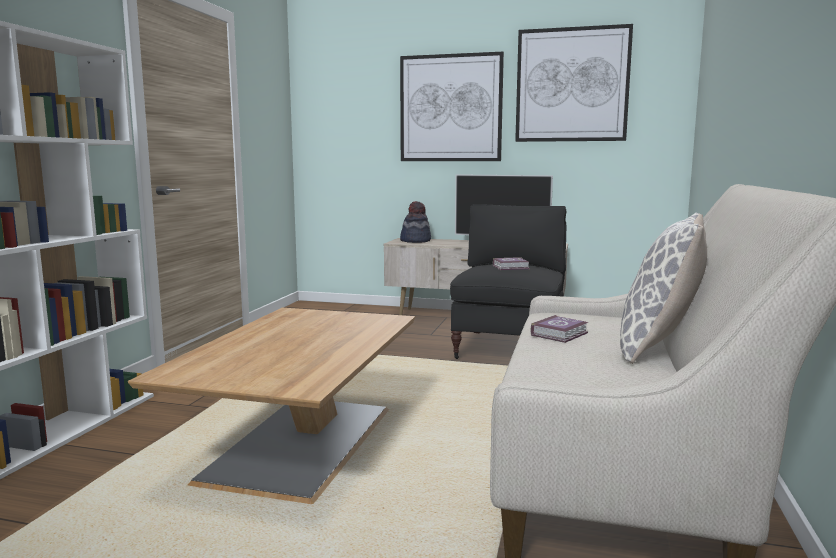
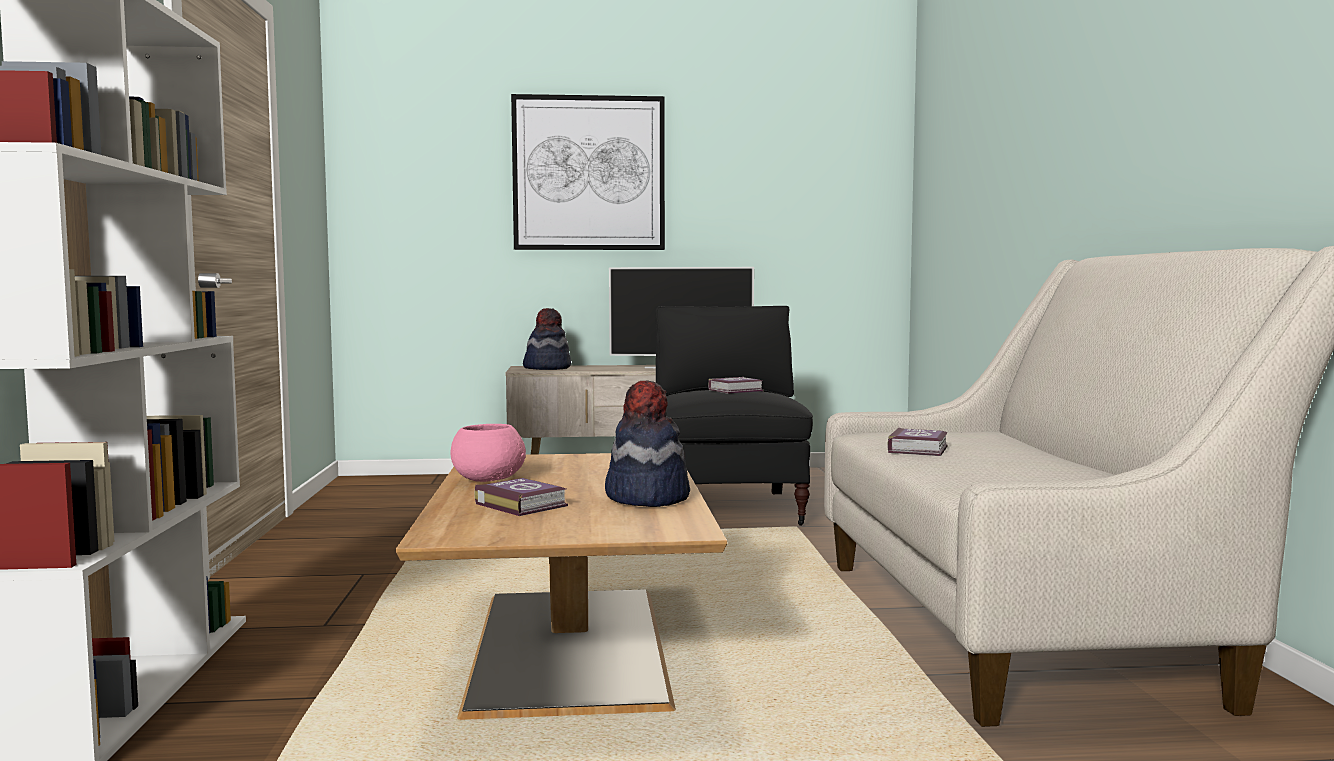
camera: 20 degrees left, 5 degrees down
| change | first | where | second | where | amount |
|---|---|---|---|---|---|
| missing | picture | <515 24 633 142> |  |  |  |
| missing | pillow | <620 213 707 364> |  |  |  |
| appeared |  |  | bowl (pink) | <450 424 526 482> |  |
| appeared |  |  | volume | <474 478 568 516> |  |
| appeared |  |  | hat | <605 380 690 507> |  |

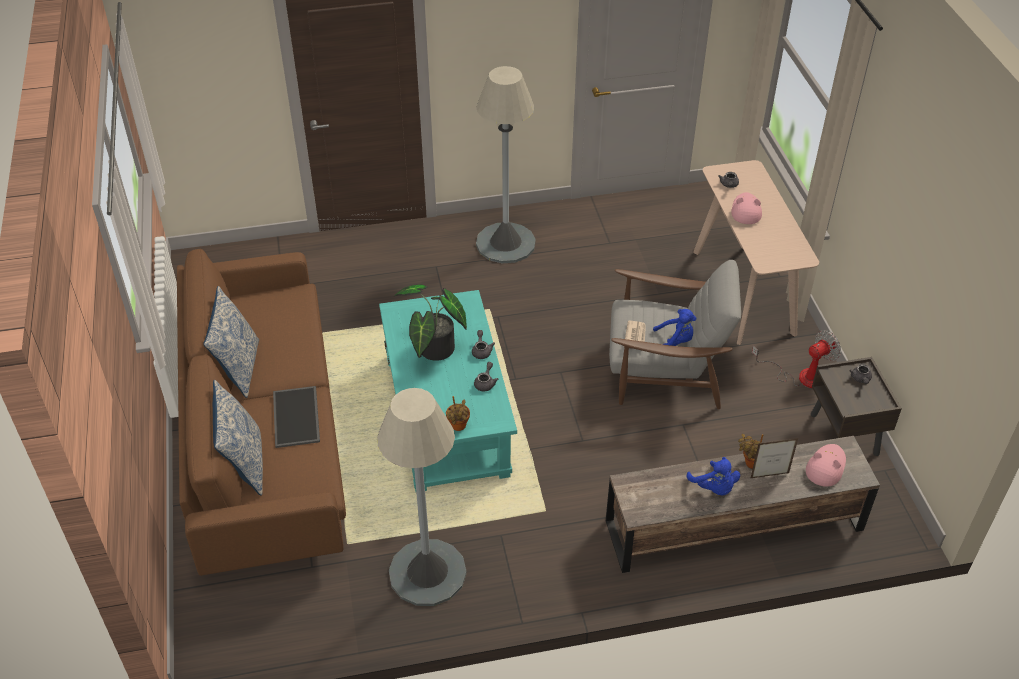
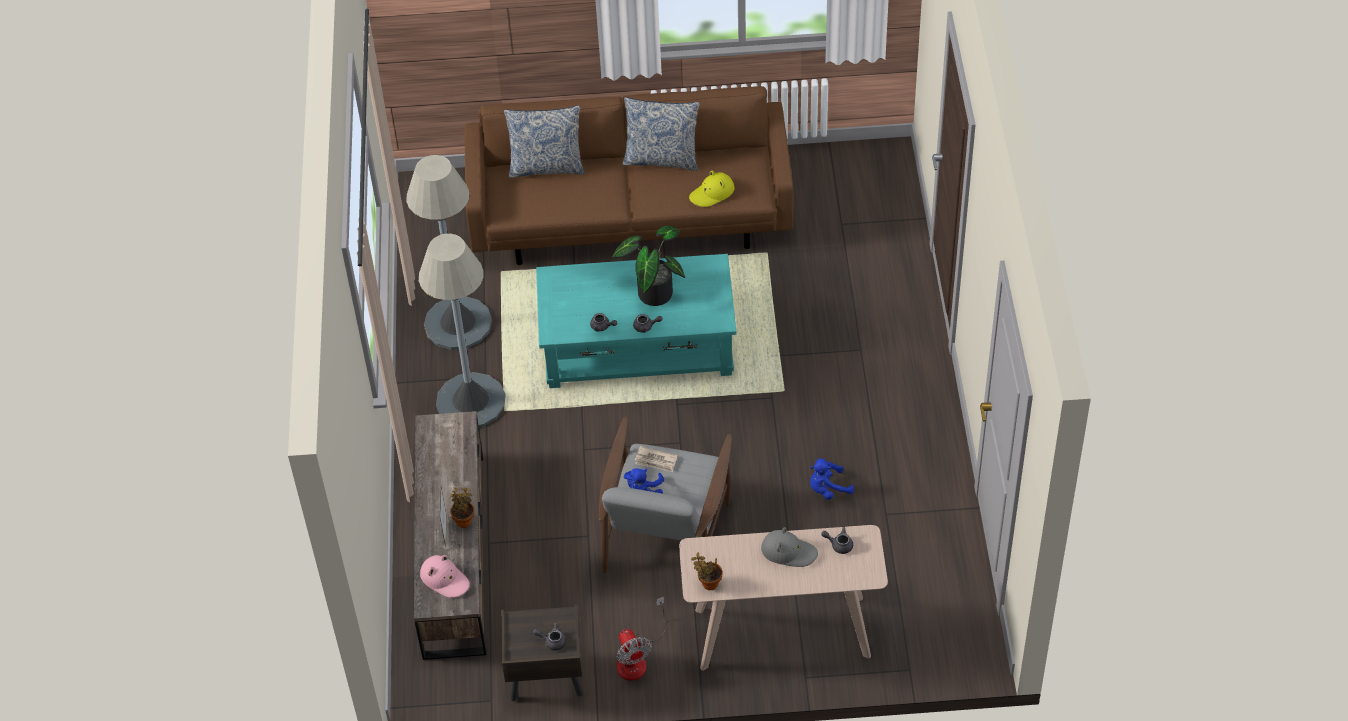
camera: 100 degrees right, 5 degrees up
| change | first | where | second | where | amount |
|---|---|---|---|---|---|
| missing | tray | <273 386 320 448> |  |  |  |
| relocated | houseplant | <446 396 470 431> |  | <691 553 723 590> |  |
| relocated | floor lamp (greyish) | <476 66 536 263> |  | <419 234 506 427> |  |
| relocated | plush toy (bluish) | <686 457 740 495> |  | <810 458 854 500> |  |
| colour | hat (pink) | <731 192 762 224> | hat (greyish) | <761 527 818 567> |  |
| appeared |  |  | hat (yellowish) | <689 170 735 207> |  |

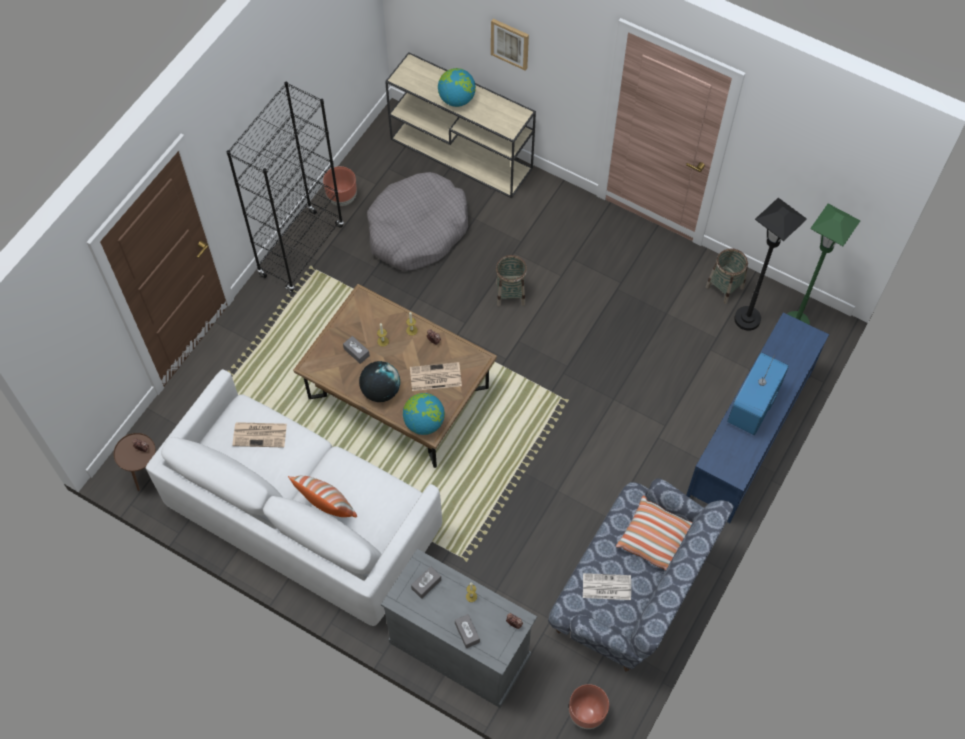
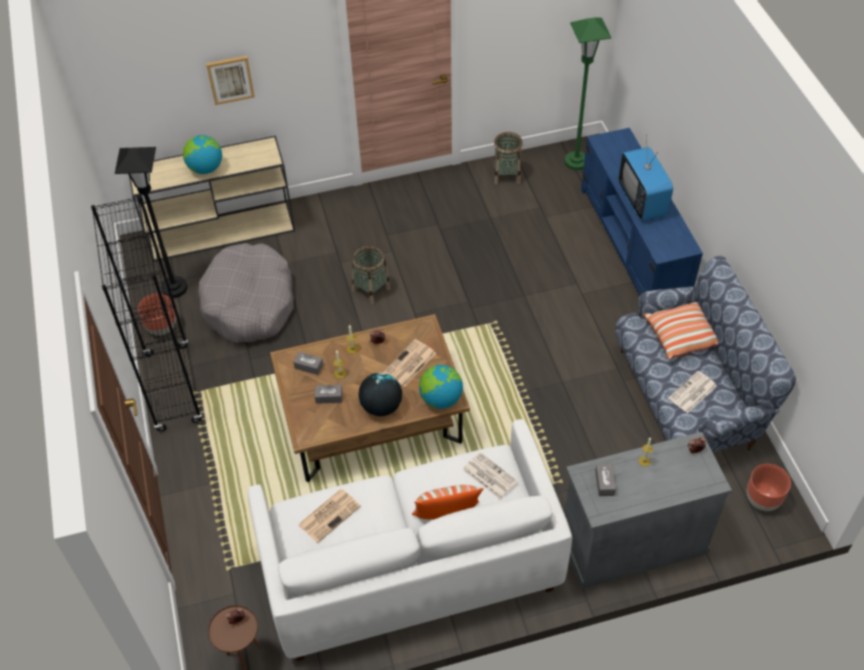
camera: 45 degrees left, 10 degrees down
| change | first | where | second | where | amount |
|---|---|---|---|---|---|
| relocated | tissue holder (greyish) | <455 614 480 649> |  | <293 352 323 375> |  |
| relocated | floor lamp (black-coloured) | <734 198 807 331> |  | <115 147 187 298> |  |
| appeared |  |  | newspaper | <463 452 518 499> |  |

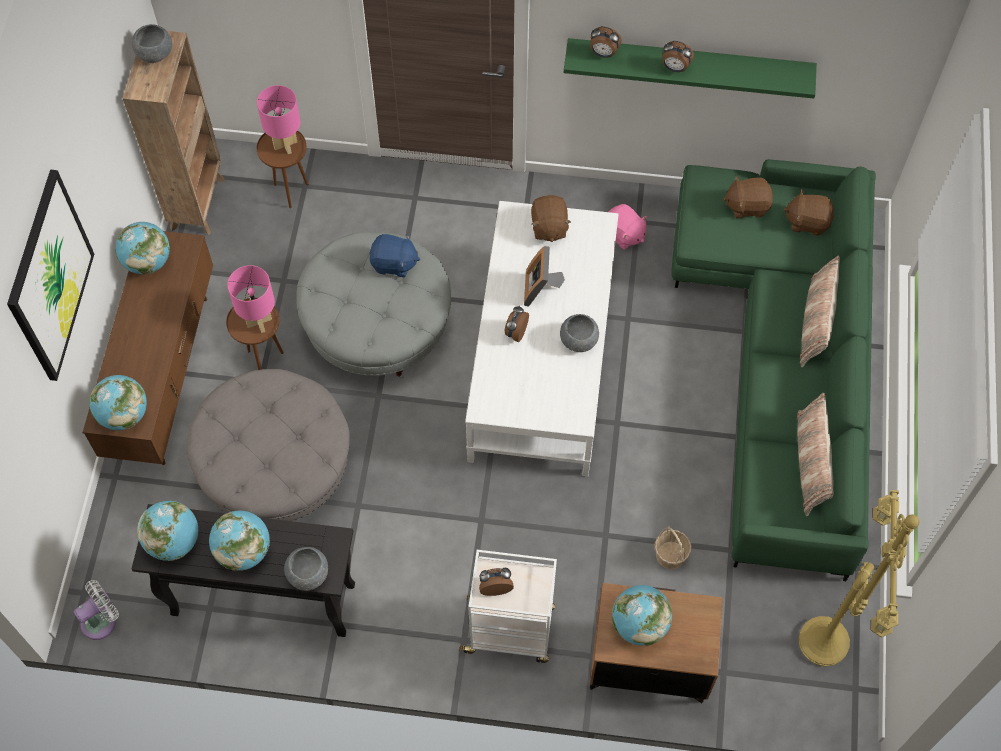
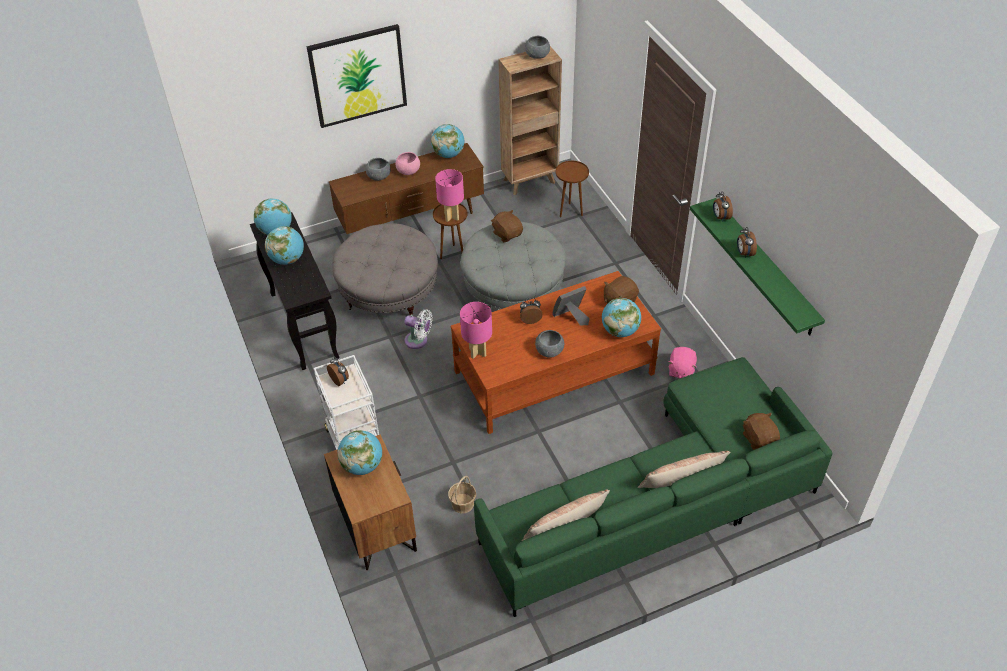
camera: 60 degrees right, 15 degrees down
| change | first | where | second | where | amount |
|---|---|---|---|---|---|
| relocated | fan (whitish) | <74 580 119 640> |  | <404 309 432 349> |  |
| relocated | desk globe | <89 375 147 430> |  | <602 298 641 337> |  |
| relocated | table lamp (pink) | <257 85 301 154> |  | <460 302 492 359> |  |
| relocated | bowl (greyish) | <284 547 328 590> |  | <366 158 391 181> |  |
| missing | plush toy (bluish) | <370 234 420 277> |  |  |  |
| colour | lounge table (whitish) | <465 201 618 476> | lounge table (brown-coloured) | <451 271 661 434> |  |
| relocated | plush toy (brown-coloured) | <723 176 773 218> |  | <491 210 523 243> |  |
| missing | floor lamp (yellowish) | <799 490 920 666> |  |  |  |
| appeared |  |  | bowl (pink) | <396 152 420 175> |  |

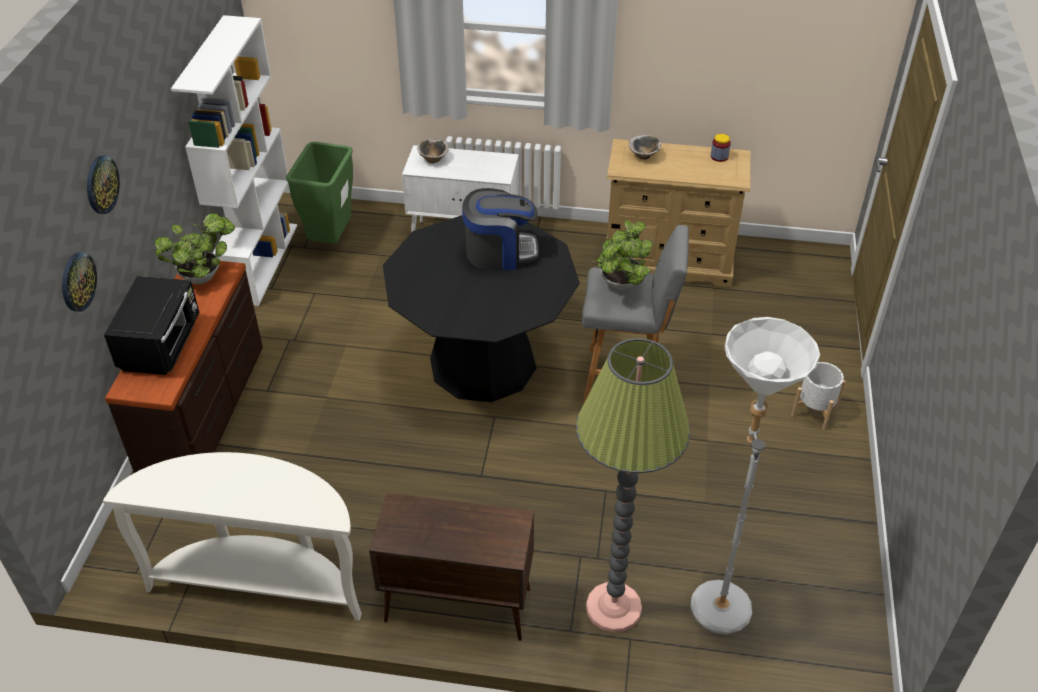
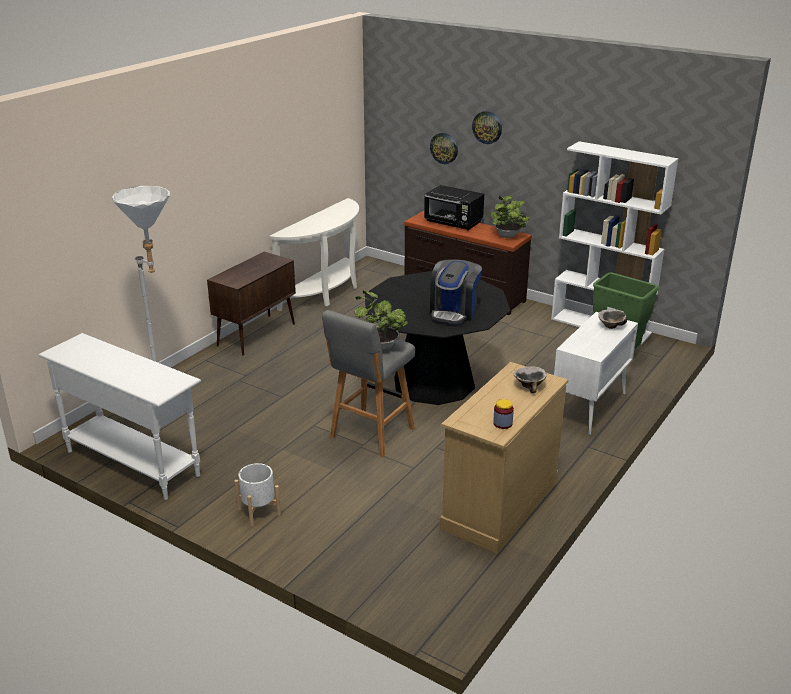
camera: 115 degrees right, 15 degrees down
| change | first | where | second | where | amount |
|---|---|---|---|---|---|
| missing | floor lamp | <576 338 691 633> |  |  |  |
| appeared |  |  | hall table (whitish) | <39 333 201 500> |  |

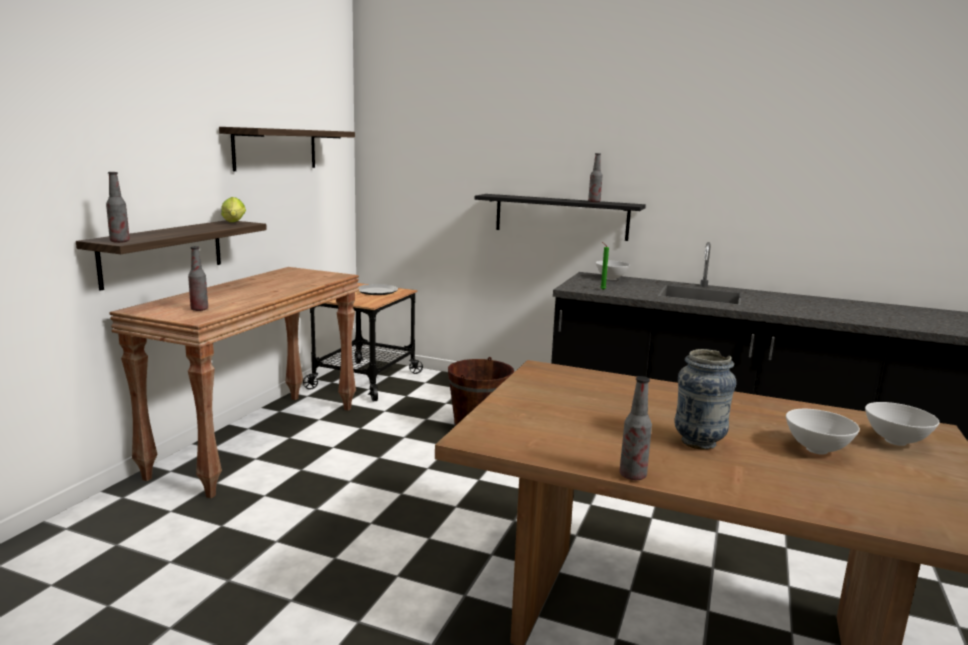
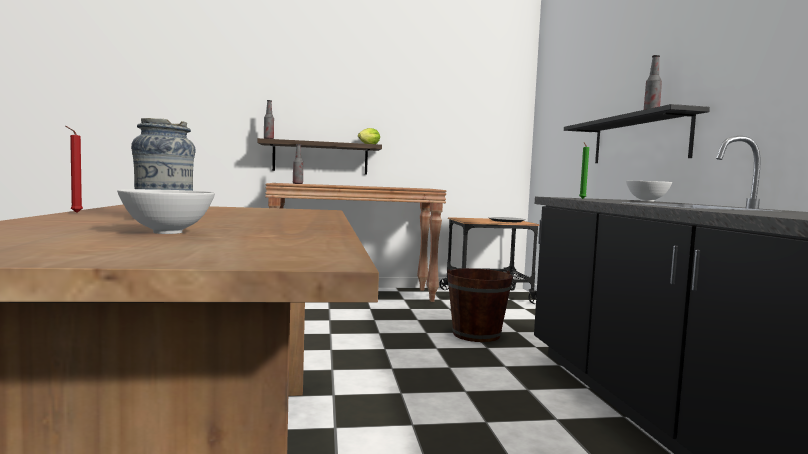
camera: 60 degrees right, 10 degrees down
| change | first | where | second | where | amount |
|---|---|---|---|---|---|
| missing | bracket shelf | <219 127 355 171> |  |  |  |
| exchanged | drink bottle | <619 376 652 480> | candle (red) | <65 126 83 213> |  |
| missing | bowl (whitish) | <865 402 940 446> |  |  |  |

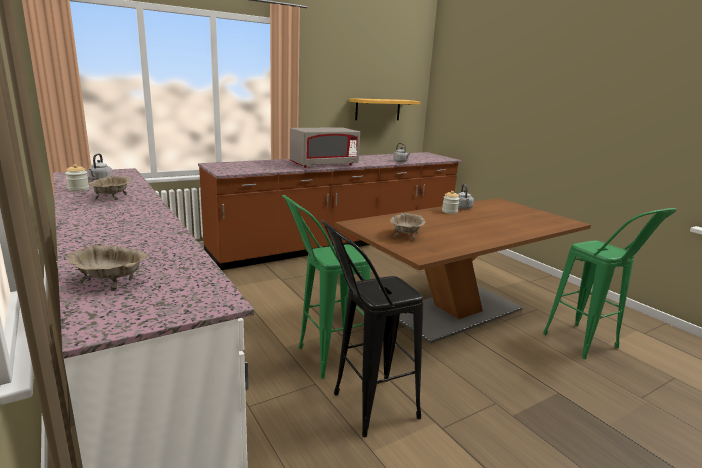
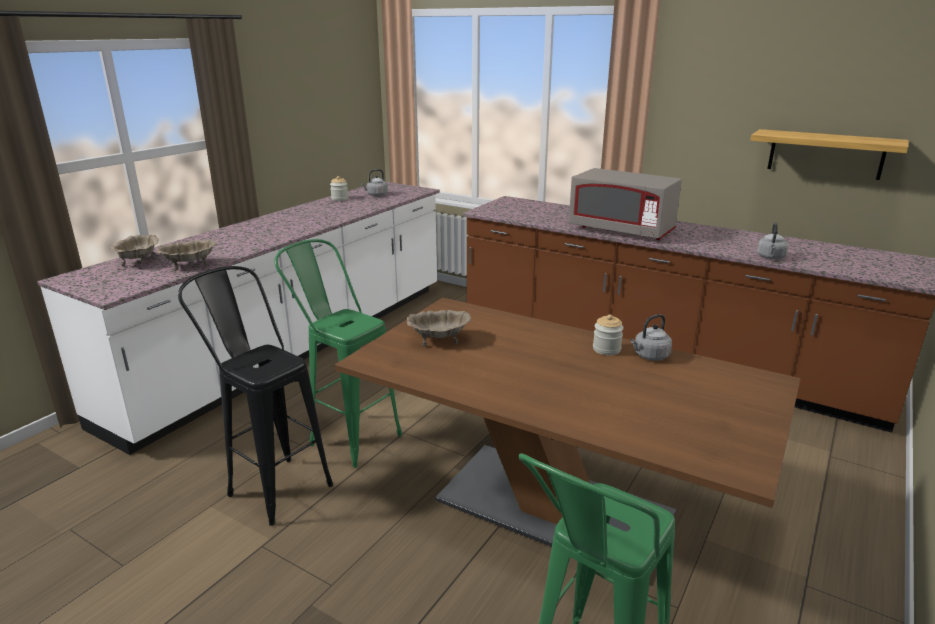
camera: 65 degrees right, 5 degrees up
| change | first | where | second | where | amount |
|---|---|---|---|---|---|
| relocated | bowl (beige) | <88 175 131 200> |  | <157 239 217 271> |  |

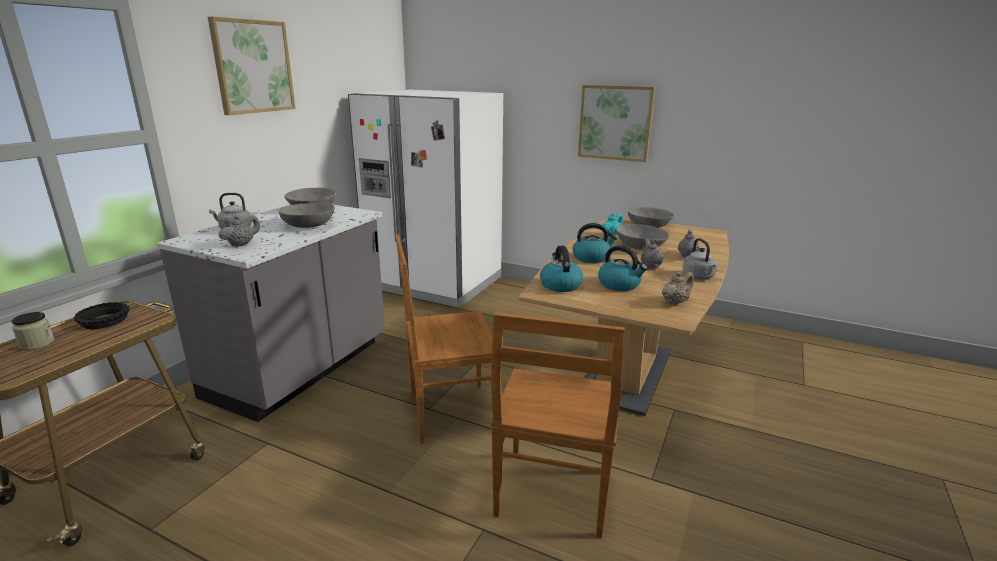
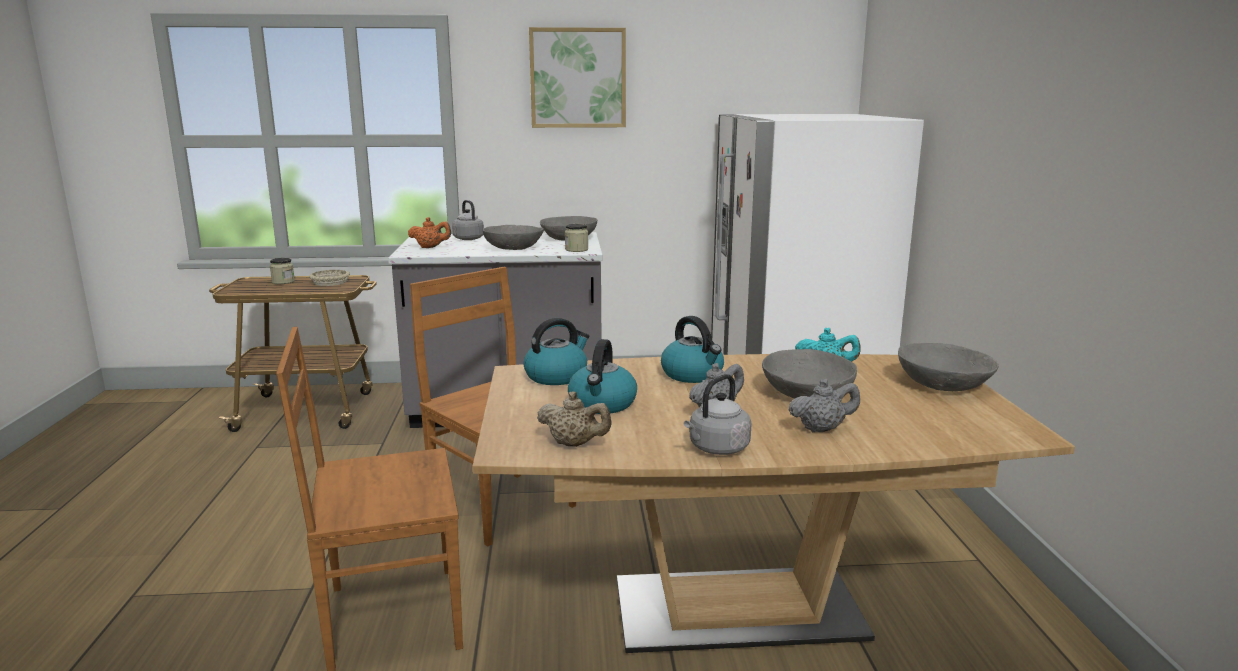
camera: 60 degrees right, 5 degrees down
| change | first | where | second | where | amount |
|---|---|---|---|---|---|
| colour | bowl (black-coloured) | <74 302 129 329> | bowl (beige) | <309 270 350 286> |  |
| colour | tea pot (greyish) | <219 215 260 247> | tea pot (orangey) | <408 217 451 248> |  |
| missing | picture | <578 85 655 162> |  |  |  |
| appeared |  |  | storage jar | <565 224 588 252> |  |

